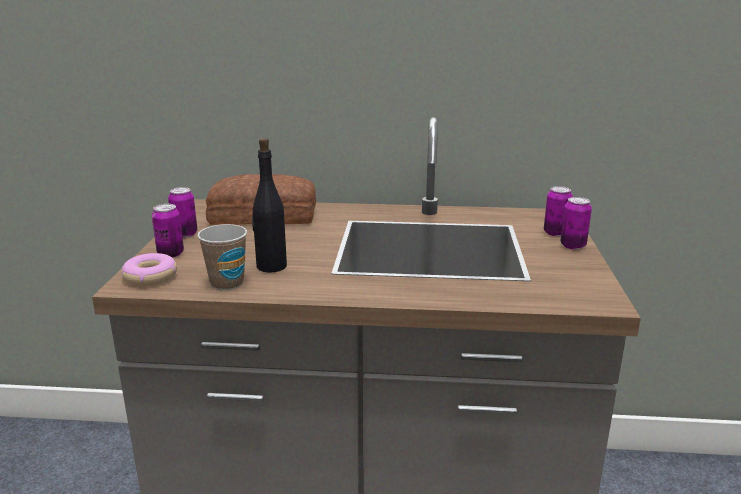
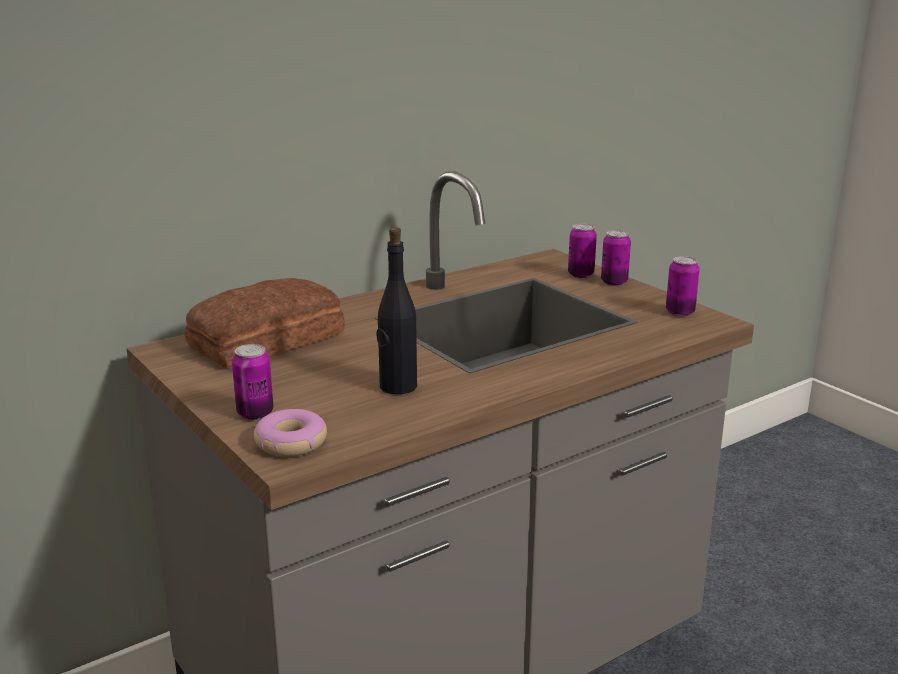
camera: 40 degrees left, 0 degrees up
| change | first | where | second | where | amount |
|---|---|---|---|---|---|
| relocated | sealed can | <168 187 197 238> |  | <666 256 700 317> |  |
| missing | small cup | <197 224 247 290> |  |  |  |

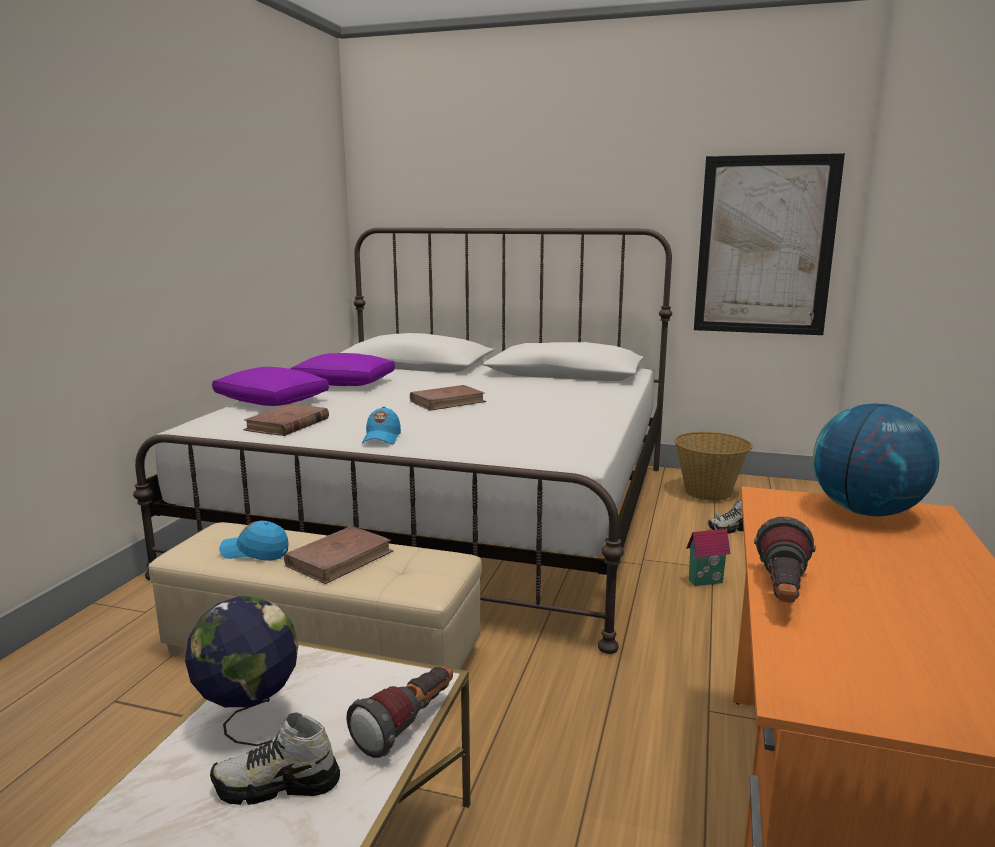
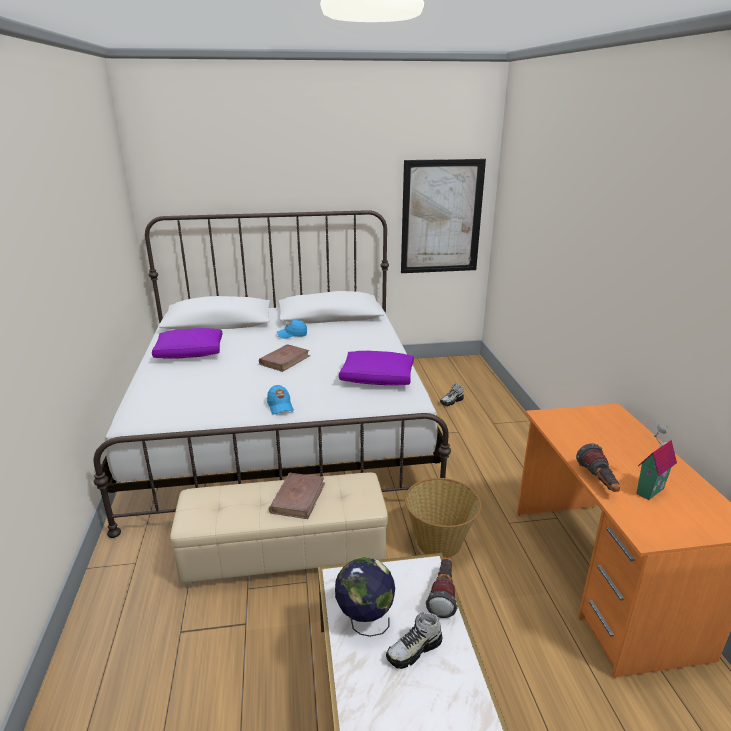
camera: 25 degrees left, 10 degrees up
| change | first | where | second | where | amount |
|---|---|---|---|---|---|
| relocated | pillow (purplish) | <212 367 329 406> |  | <339 351 414 385> |  |
| relocated | cap (bluish) | <219 521 289 561> |  | <277 320 307 339> |  |
| missing | volume (brown-coloured) | <243 404 329 436> |  |  |  |
| relocated | household basket | <674 432 753 501> |  | <405 478 481 558> |  |
| relocated | miniature house | <686 511 731 586> |  | <636 424 677 500> |  |
| missing | desk globe | <813 403 939 516> |  |  |  |

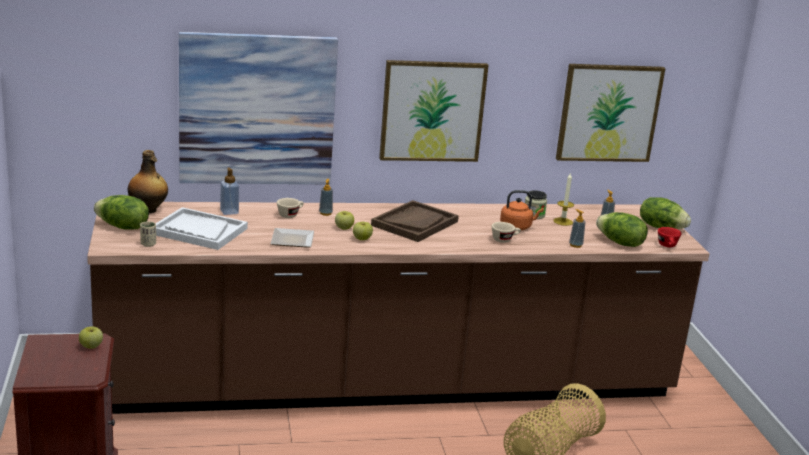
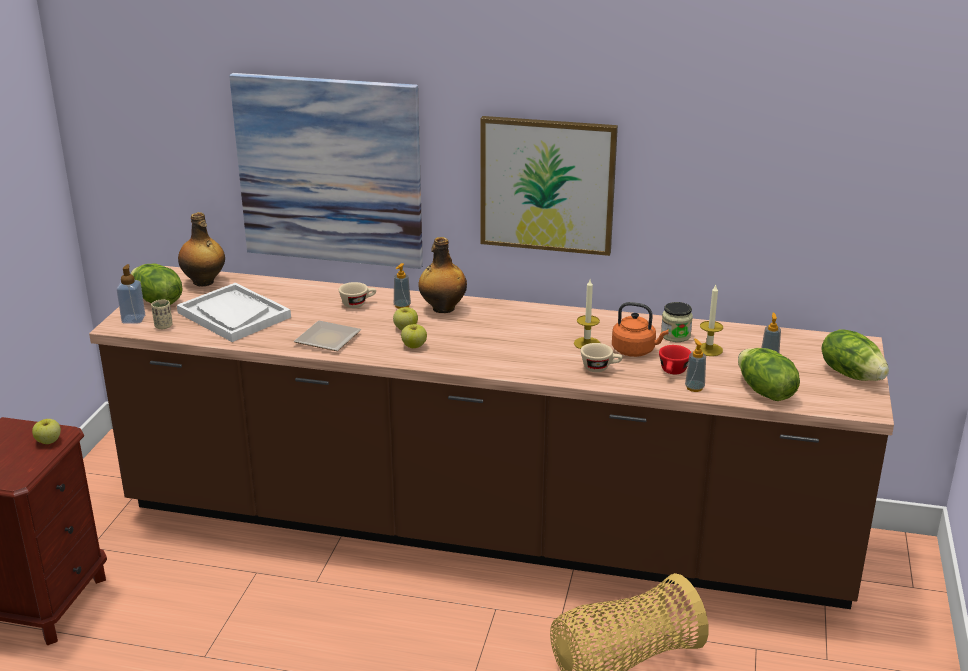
camera: 25 degrees right, 5 degrees up
| change | first | where | second | where | amount |
|---|---|---|---|---|---|
| relocated | soap bottle | <220 168 239 215> |  | <116 264 145 323> |  |
| missing | tray (brown-coloured) | <371 200 459 242> |  |  |  |
| missing | picture | <556 64 666 162> |  |  |  |
| relocated | small cup (red) | <658 227 681 247> |  | <659 345 691 374> |  |
| appeared |  |  | drink bottle | <418 237 467 313> |  |
| appeared |  |  | candle | <574 279 600 349> |  |

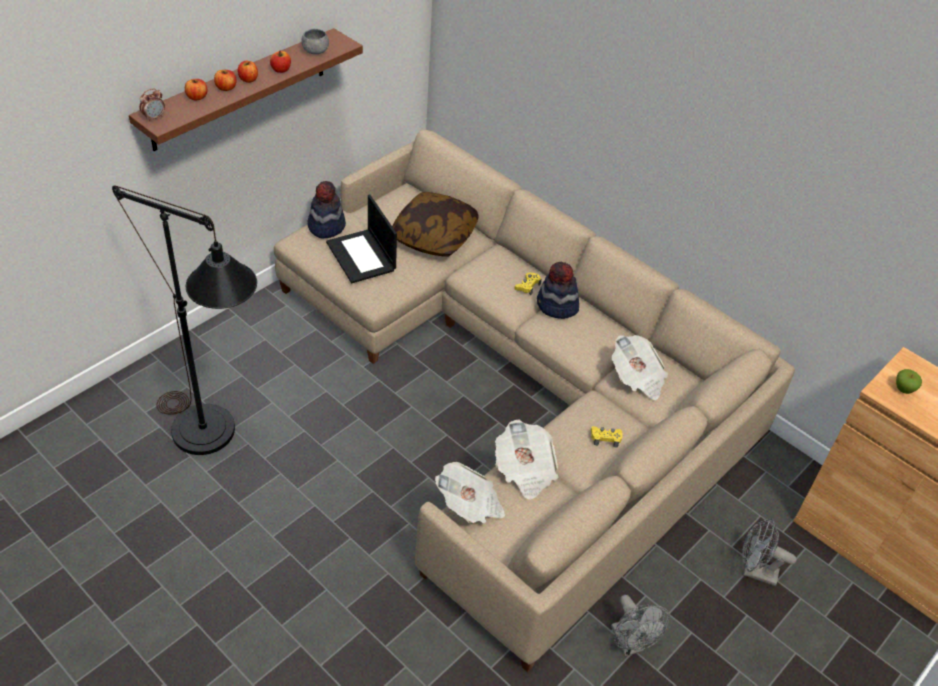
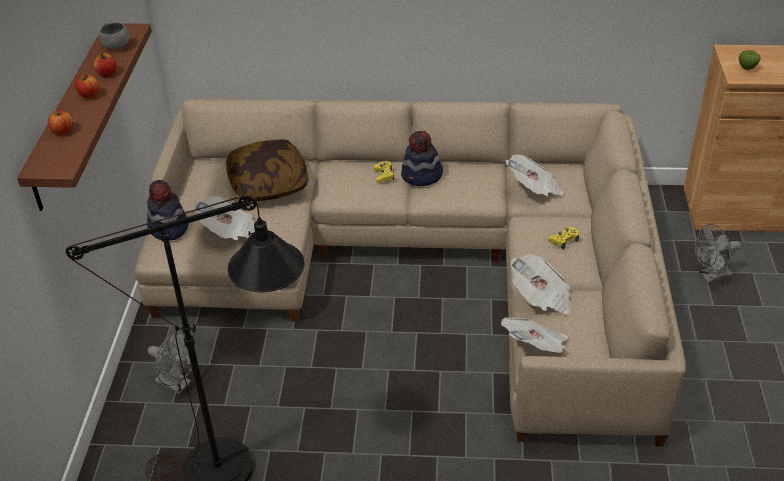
camera: 35 degrees left, 5 degrees down
| change | first | where | second | where | amount |
|---|---|---|---|---|---|
| missing | alarm clock | <139 88 165 122> |  |  |  |
| missing | apple fruit | <214 70 237 91> |  |  |  |
| exchanged | notebook computer | <326 194 397 283> | newspaper | <194 196 255 240> |  |
| relocated | fan (greyish) | <611 595 670 656> |  | <148 331 196 394> |  |

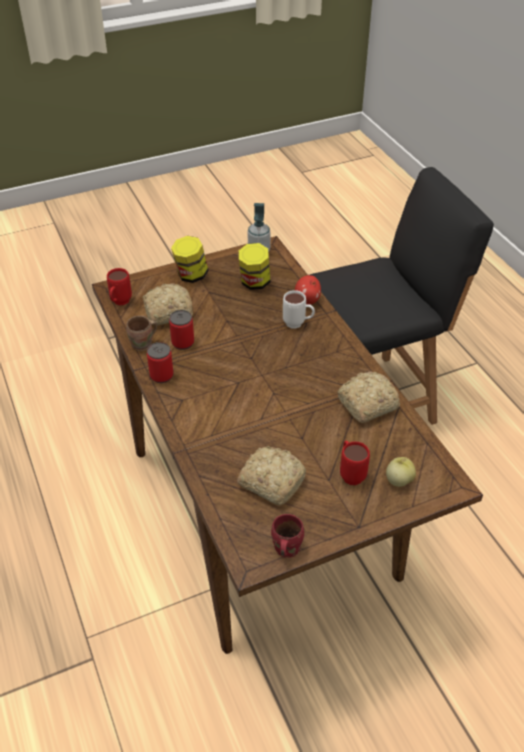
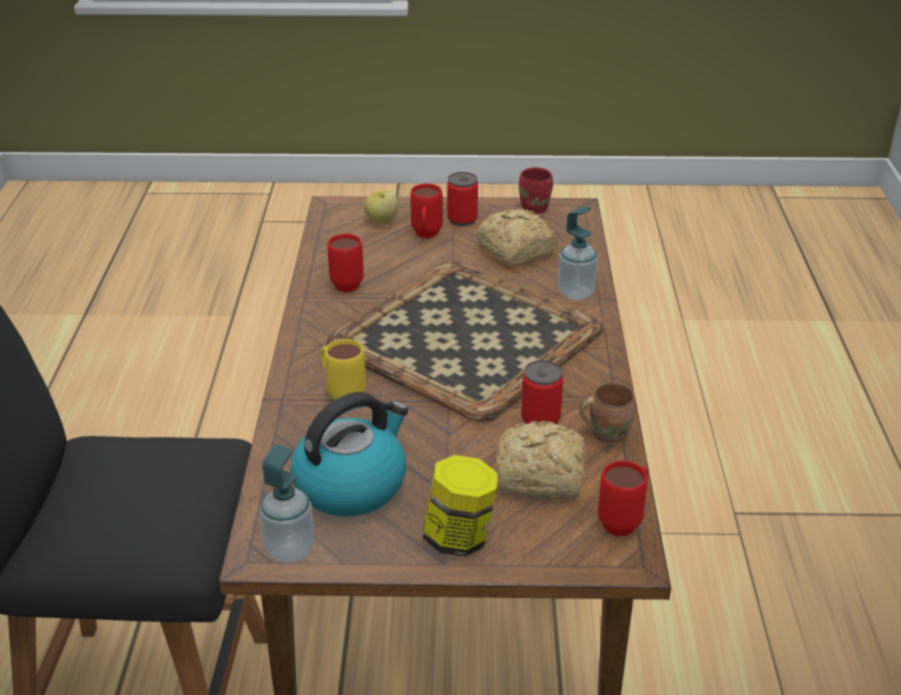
camera: 155 degrees left, 10 degrees down
| change | first | where | second | where | amount |
|---|---|---|---|---|---|
| relocated | sealed can | <147 342 174 383> |  | <447 172 478 226> |  |
| exchanged | storage jar | <239 243 271 290> | water kettle | <291 392 408 517> |  |
| colour | tea mug (whitish) | <283 290 315 329> | tea mug (yellowish) | <320 339 366 400> |  |
| missing | apple fruit | <295 275 321 304> |  |  |  |
| exchanged | baked bread | <337 372 400 423> | tea mug (red) | <327 234 364 292> |  |
| appeared |  |  | tray | <327 262 602 422> |  |
| appeared |  |  | soap bottle | <558 207 598 300> |  |

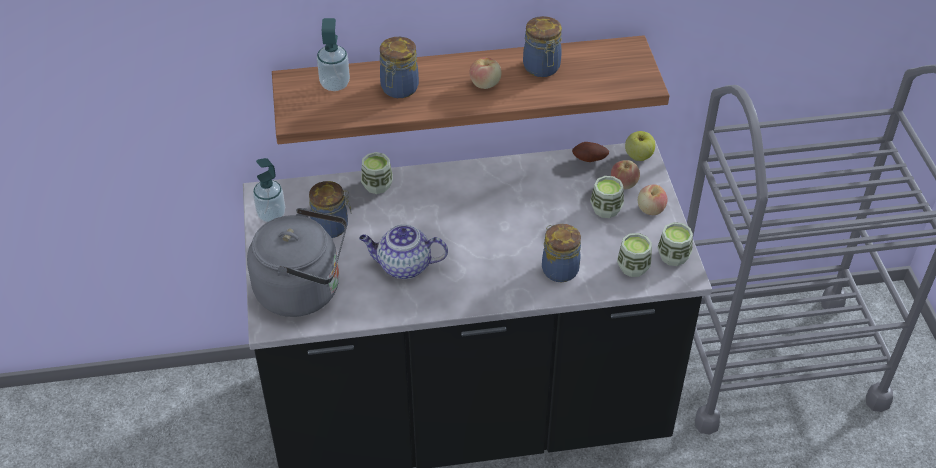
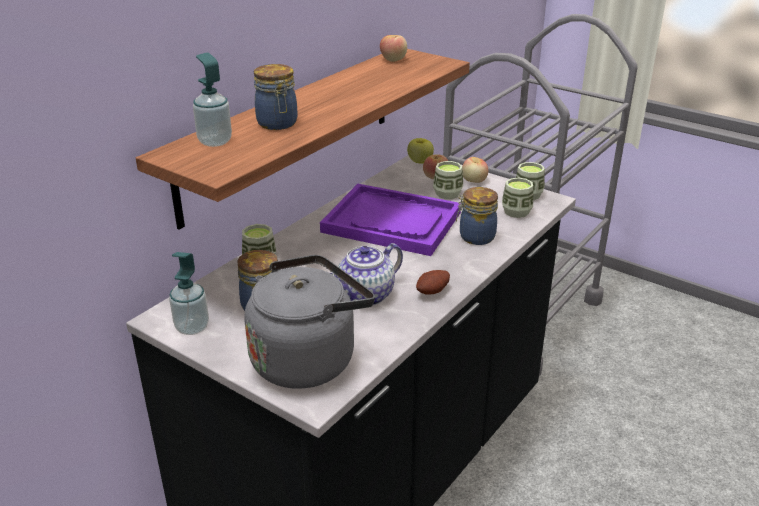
camera: 45 degrees left, 15 degrees down
| change | first | where | second | where | amount |
|---|---|---|---|---|---|
| relocated | apple fruit | <469 57 501 89> |  | <380 35 407 62> |  |
| missing | storage jar | <523 16 562 77> |  |  |  |
| relocated | potato | <572 142 609 162> |  | <416 270 450 295> |  |
| appeared |  |  | tray (purplish) | <320 184 461 256> |  |

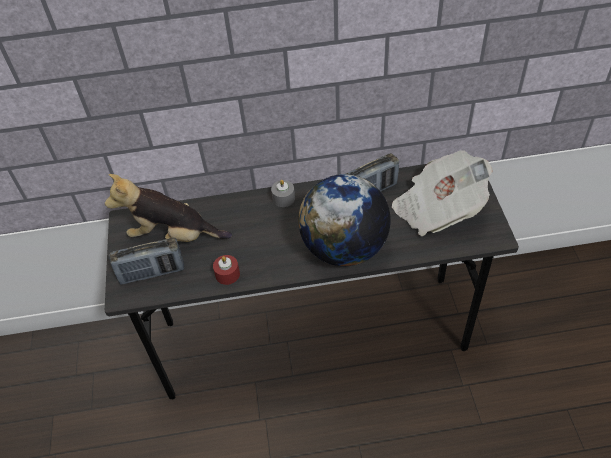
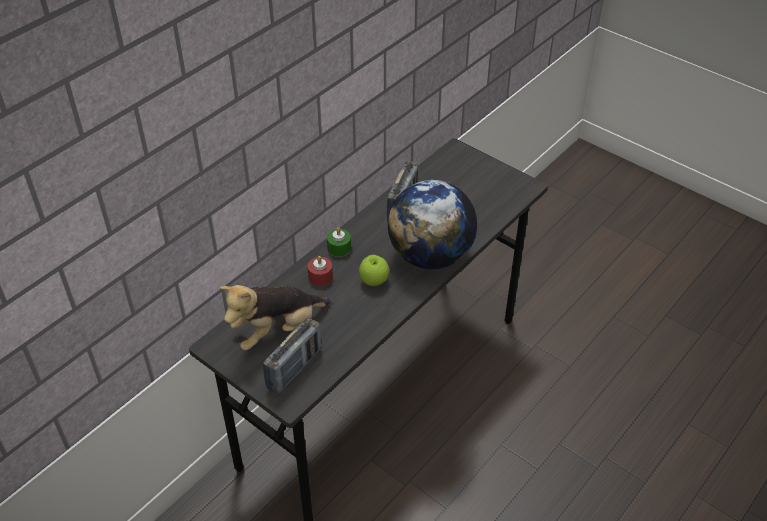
camera: 45 degrees left, 5 degrees down
| change | first | where | second | where | amount |
|---|---|---|---|---|---|
| relocated | candle (red) | <213 255 240 285> |  | <308 256 333 286> |  |
| colour | candle (greyish) | <271 180 295 207> | candle (green-coloured) | <327 227 351 257> |  |
| missing | newspaper | <392 151 493 236> |  |  |  |
| appeared |  |  | apple fruit | <359 255 389 286> |  |

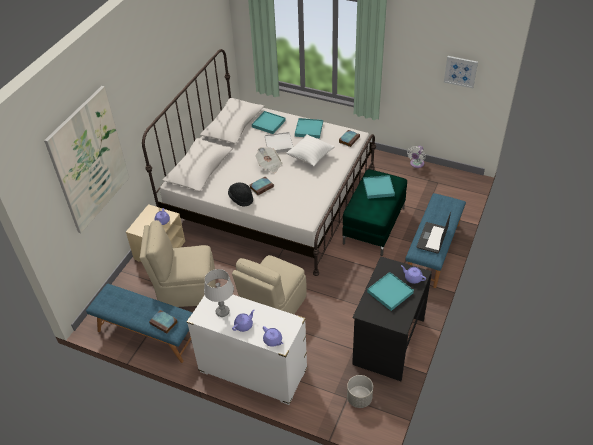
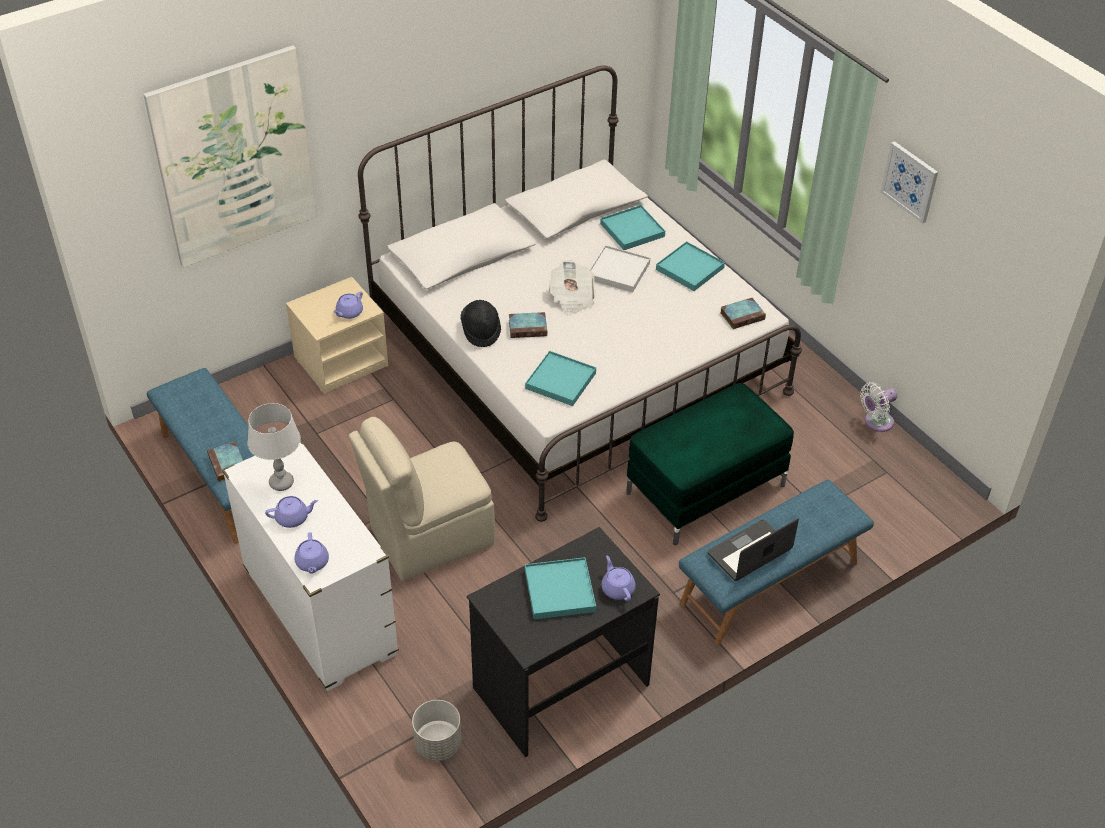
camera: 30 degrees right, 0 degrees up
| change | first | where | second | where | amount |
|---|---|---|---|---|---|
| missing | chair (beige) | <140 220 216 307> |  |  |  |
| missing | pillow (whitish) | <286 134 334 166> |  |  |  |
| relocated | tray (blue-green) | <363 175 395 199> |  | <525 351 596 406> |  |
| relocated | picture | <444 56 478 88> |  | <880 141 938 224> |  |

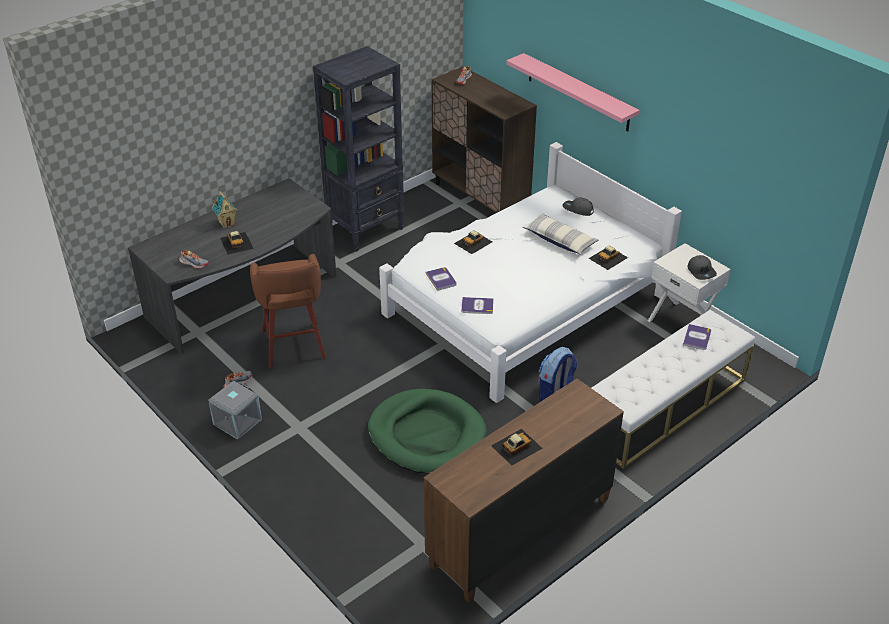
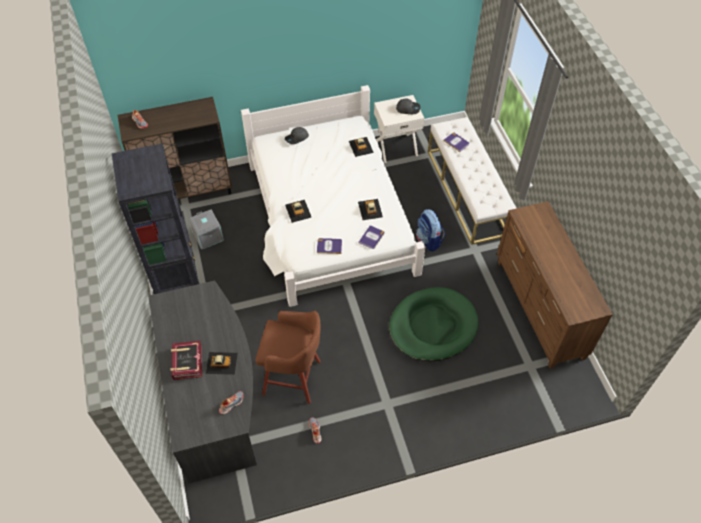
camera: 65 degrees left, 15 degrees up
| change | first | where | second | where | amount |
|---|---|---|---|---|---|
| relocated | storage container (greyish) | <208 381 262 440> |  | <189 209 224 250> |  |
| exchanged | miniature house | <212 191 237 228> | volume | <171 341 202 380> |  |
| relocated | model car | <491 429 543 466> |  | <358 199 383 220> |  |
| missing | bracket shelf (pink) | <506 53 640 131> |  |  |  |
| missing | pillow | <523 213 598 255> |  |  |  |

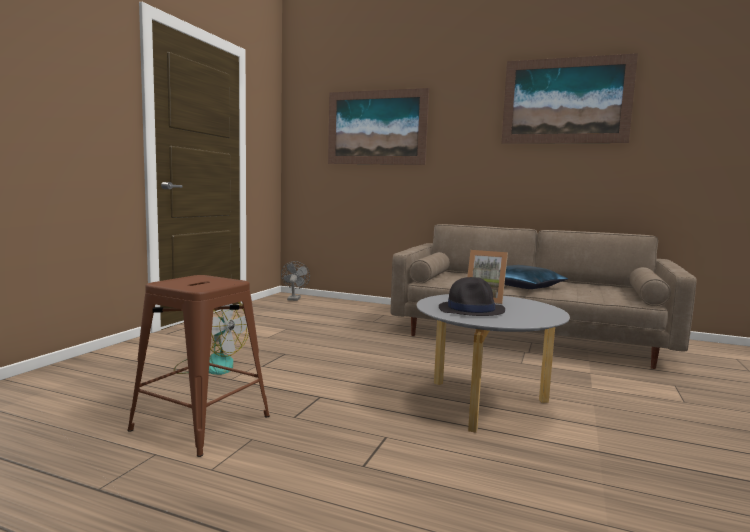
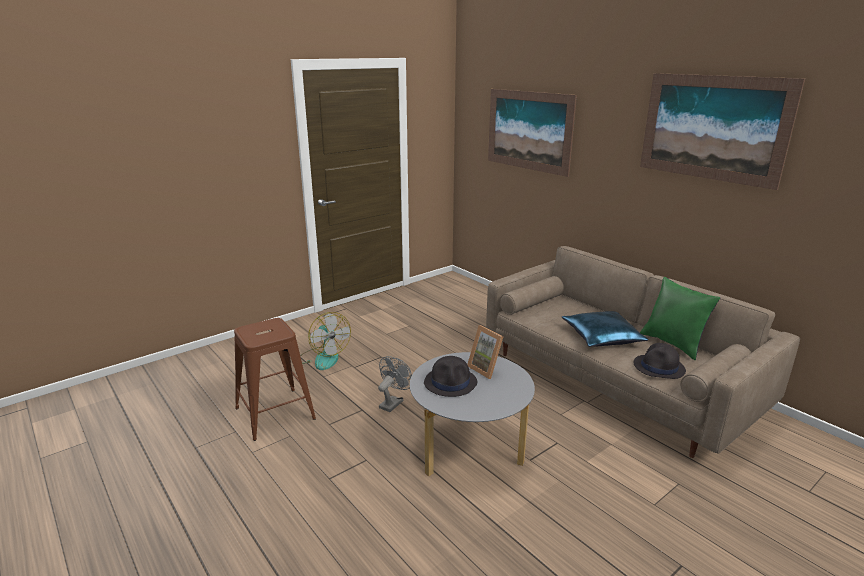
camera: 30 degrees right, 15 degrees up
| change | first | where | second | where | amount |
|---|---|---|---|---|---|
| relocated | fan (greyish) | <281 261 310 301> |  | <378 356 412 412> |  |
| appeared |  |  | hat (black-coloured) | <634 343 686 379> |  |
| appeared |  |  | pillow (green-coloured) | <640 277 720 360> |  |

